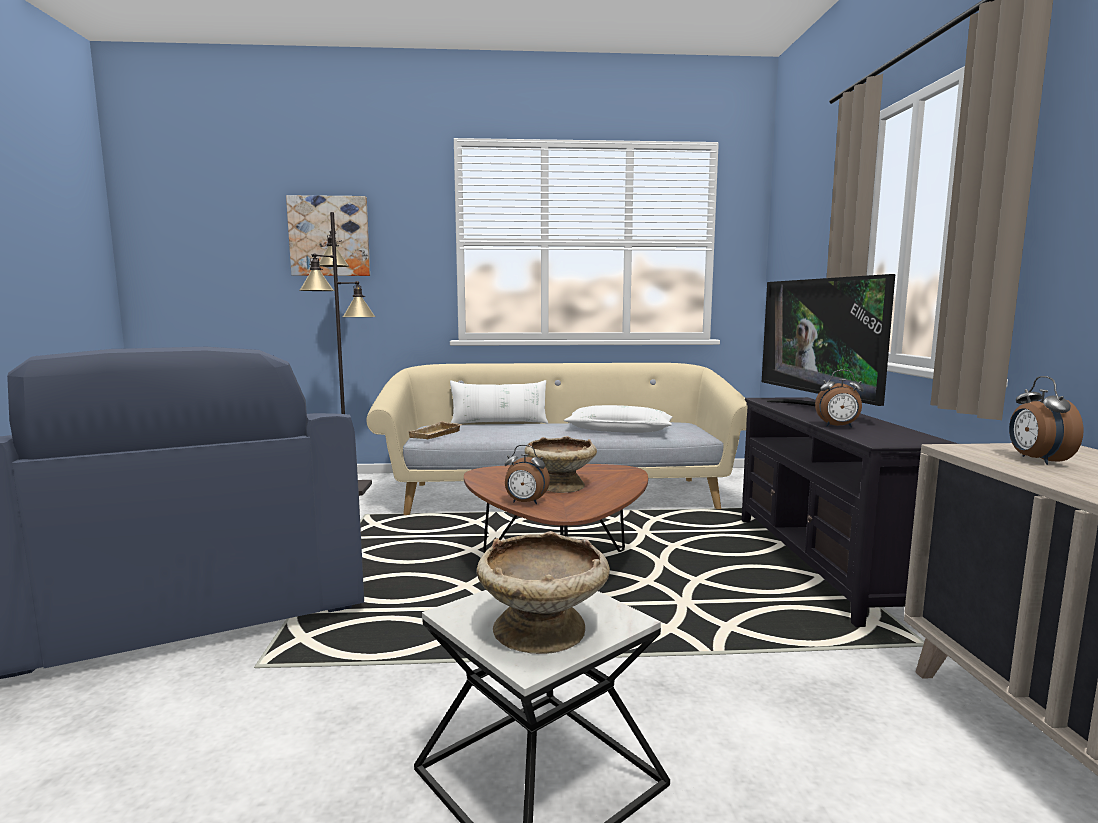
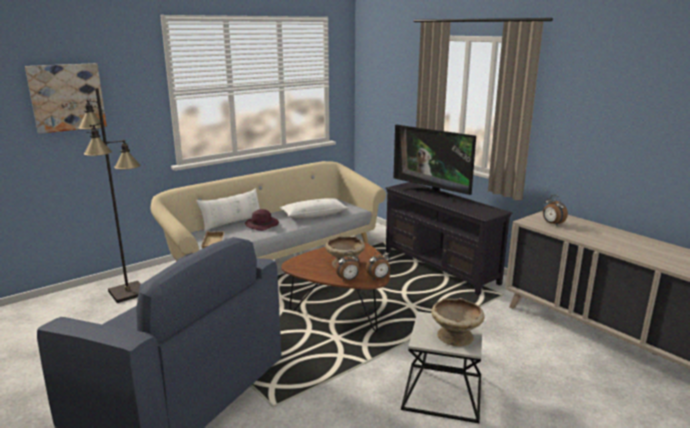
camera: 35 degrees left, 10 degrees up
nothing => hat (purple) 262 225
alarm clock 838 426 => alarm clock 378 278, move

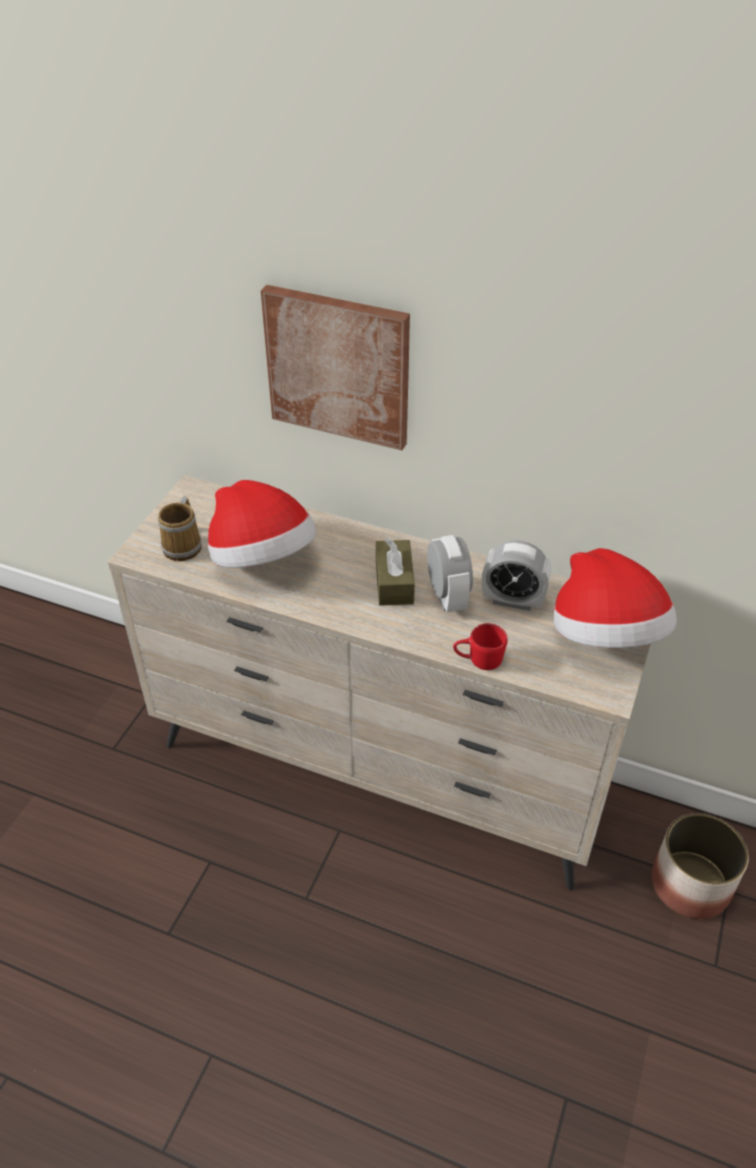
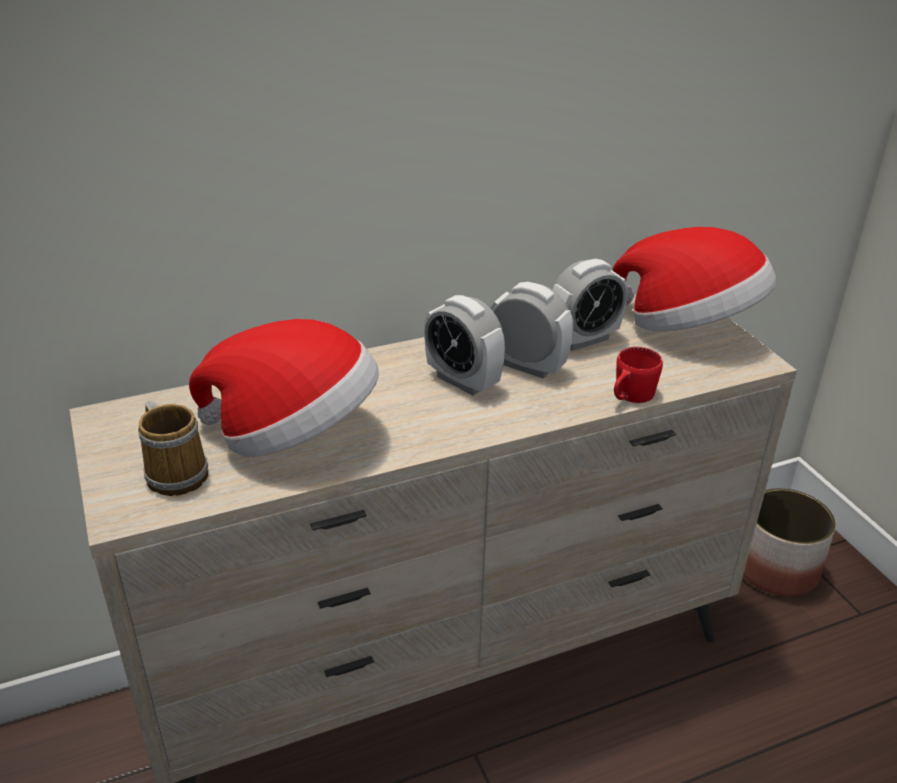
camera: 45 degrees left, 10 degrees down
tissue box (brown) 394 582 => alarm clock 463 381
picture 338 366 => nothing

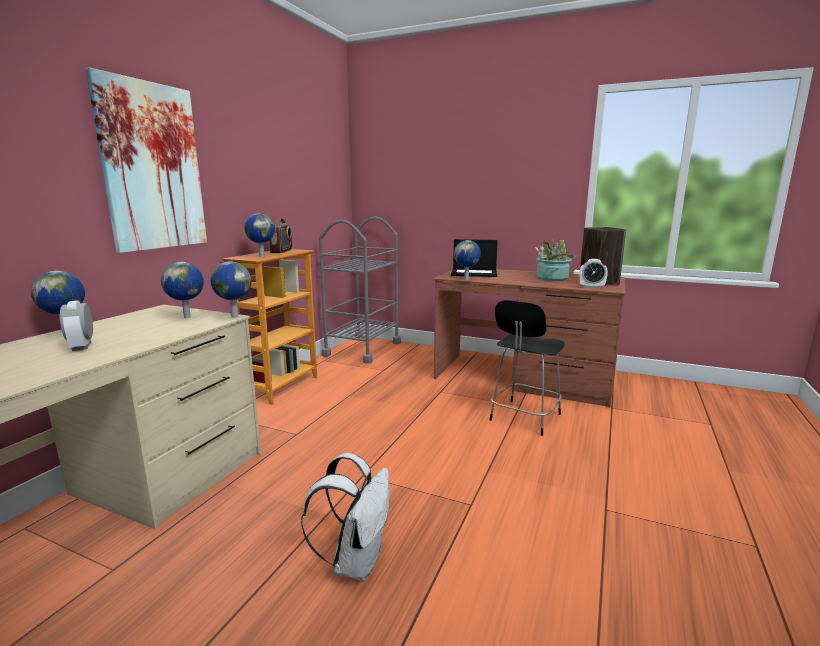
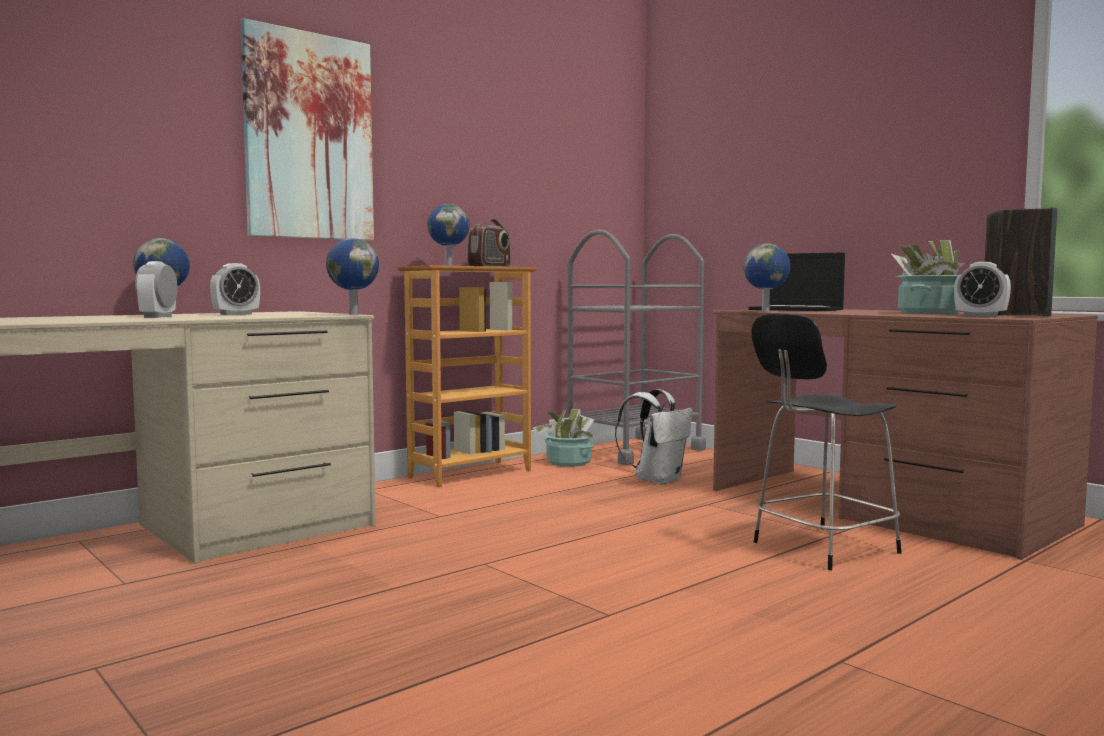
camera: 25 degrees right, 10 degrees down
nothing => alarm clock 236 314
nothing => potted plant 568 462
backpack (white) 356 560 => backpack (white) 657 480, move
globe 188 317 => nothing

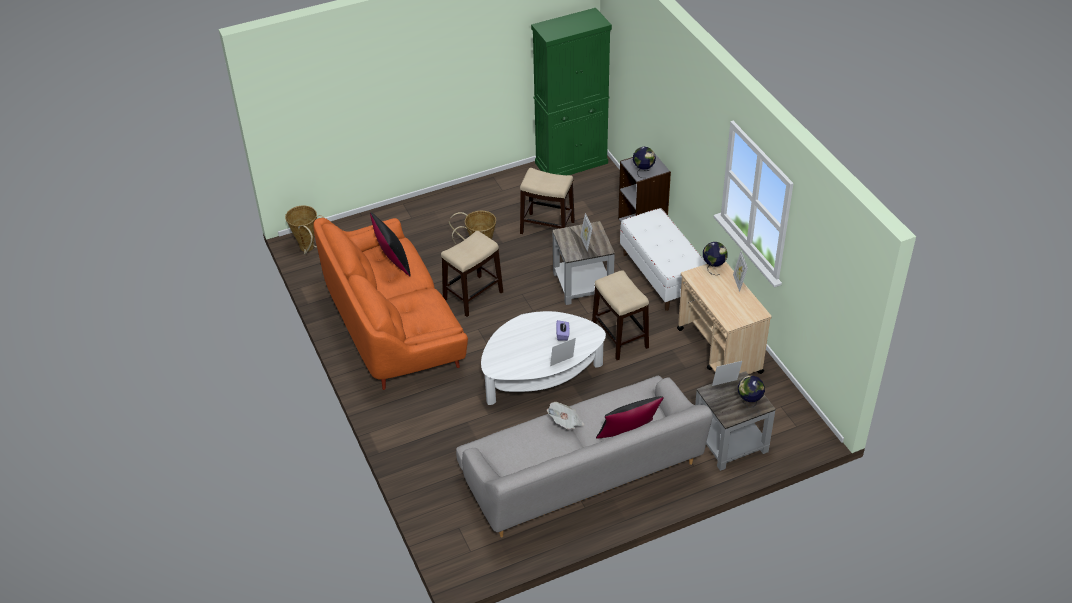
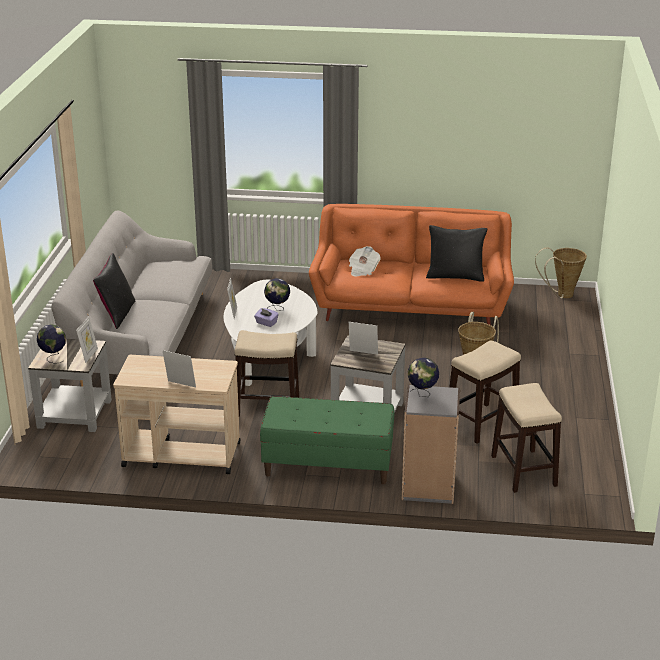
camera: 120 degrees right, 15 degrees down
bench (white) 662 276 => bench (green) 327 465
globe 713 268 => globe 277 309, move
newspaper 565 422 => newspaper 363 270, move
stool 473 295 => stool 524 471, move
cabinet (green) 571 163 => nothing

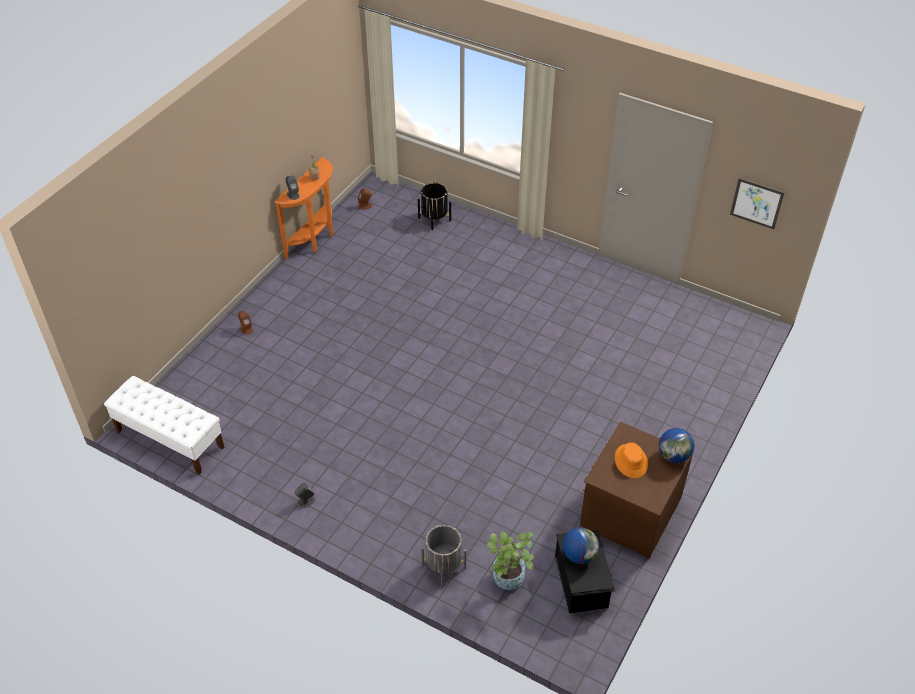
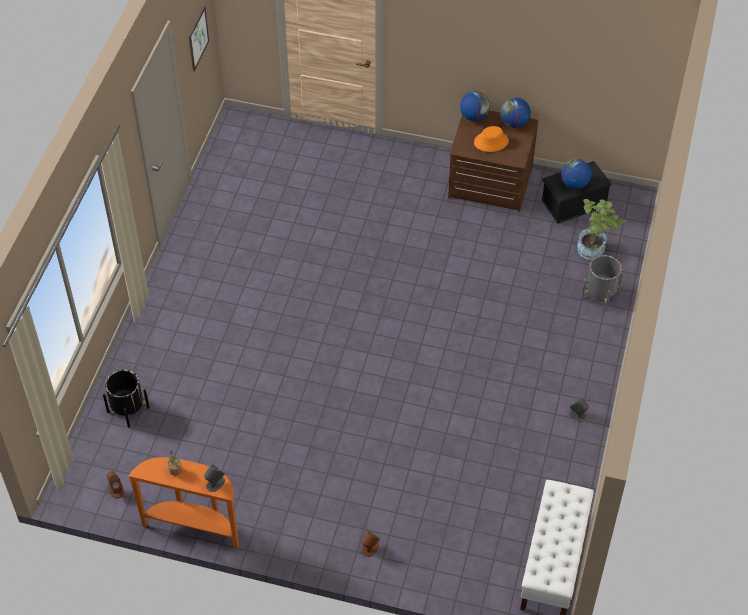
camera: 105 degrees left, 5 degrees up
nothing => globe 514 123

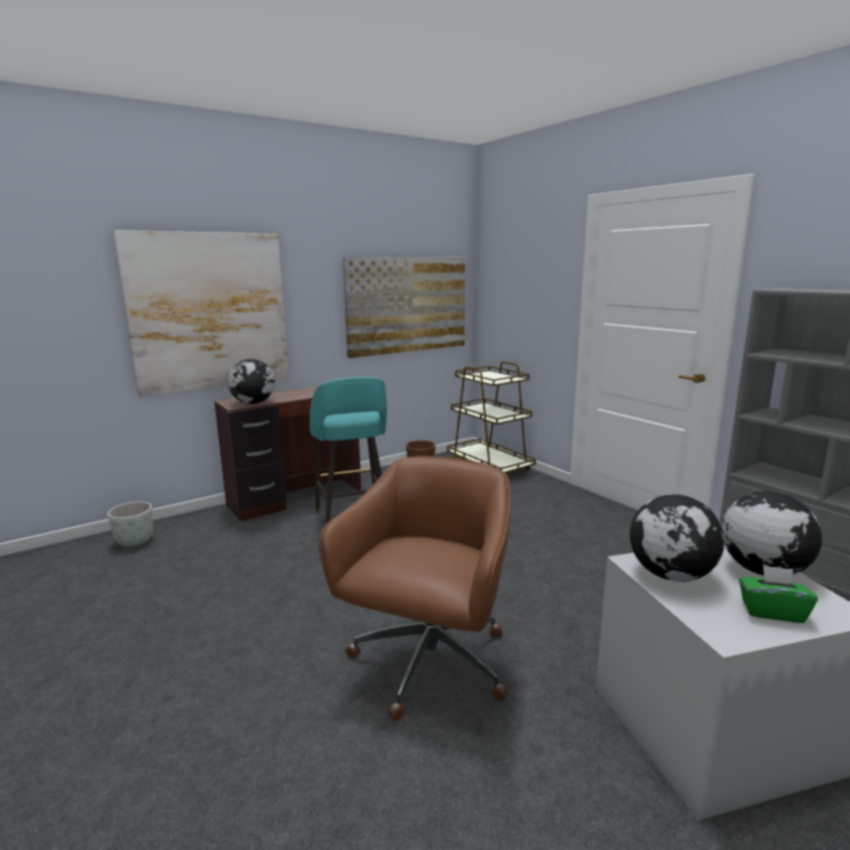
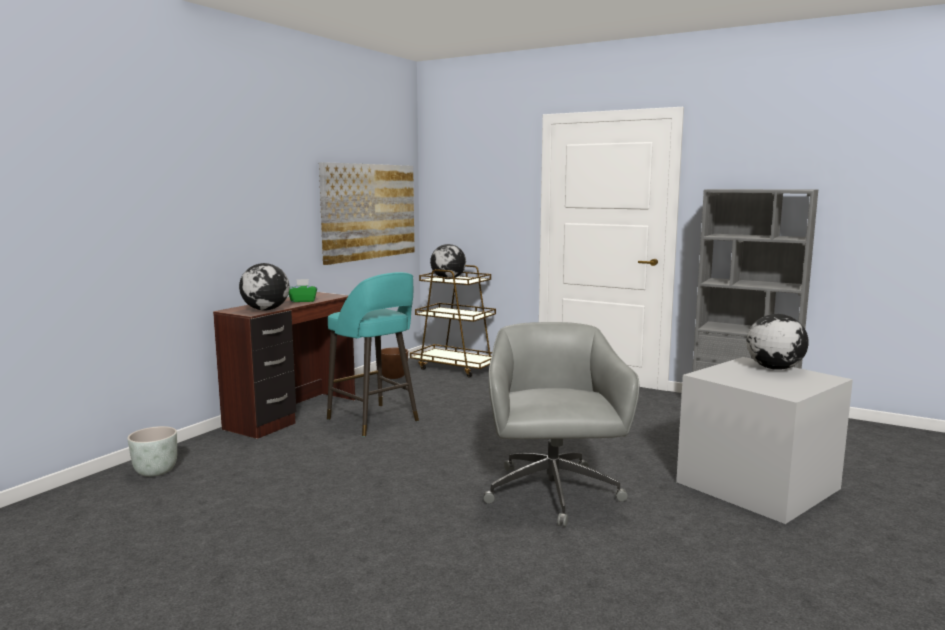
camera: 25 degrees left, 5 degrees down
tissue box (green) 772 611 => tissue box (green) 303 301, move
globe 672 575 => globe 448 279, move
office chair (brown) 428 664 => office chair (grey) 552 494
picture 209 311 => nothing

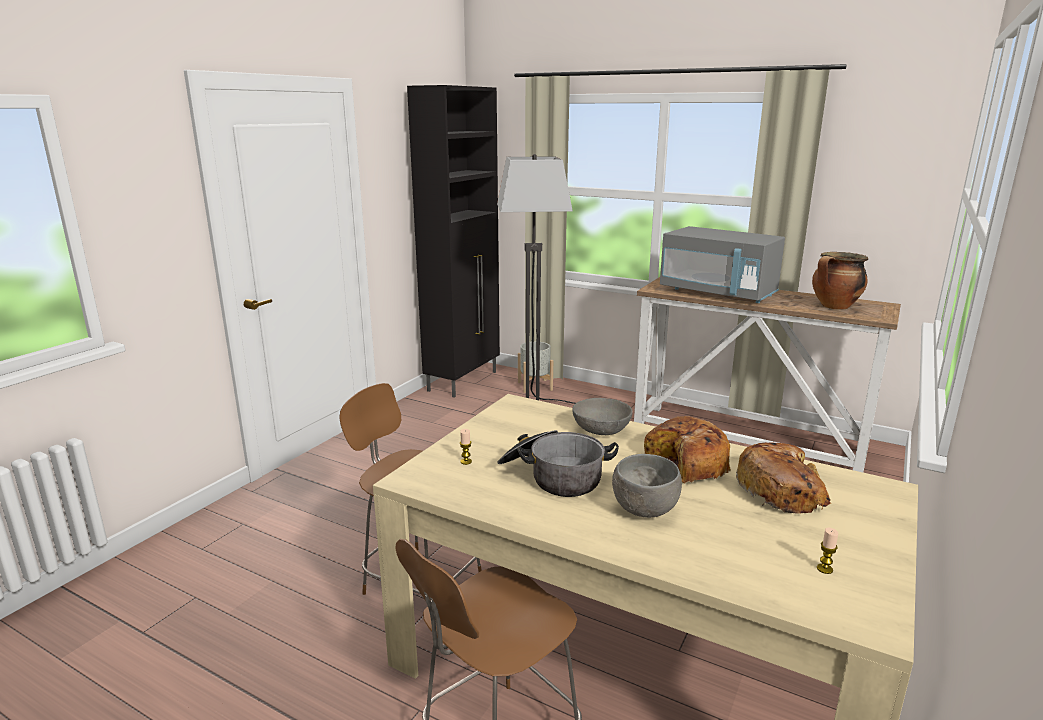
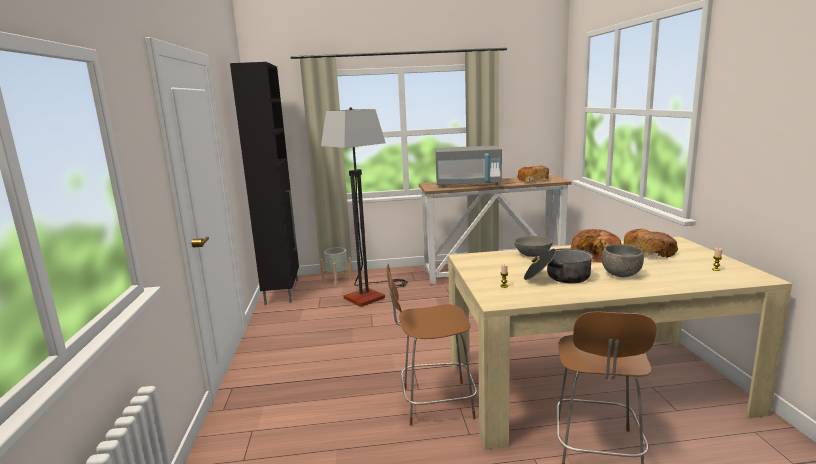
camera: 35 degrees left, 5 degrees down
cooking pot 834 307 => bread 532 180

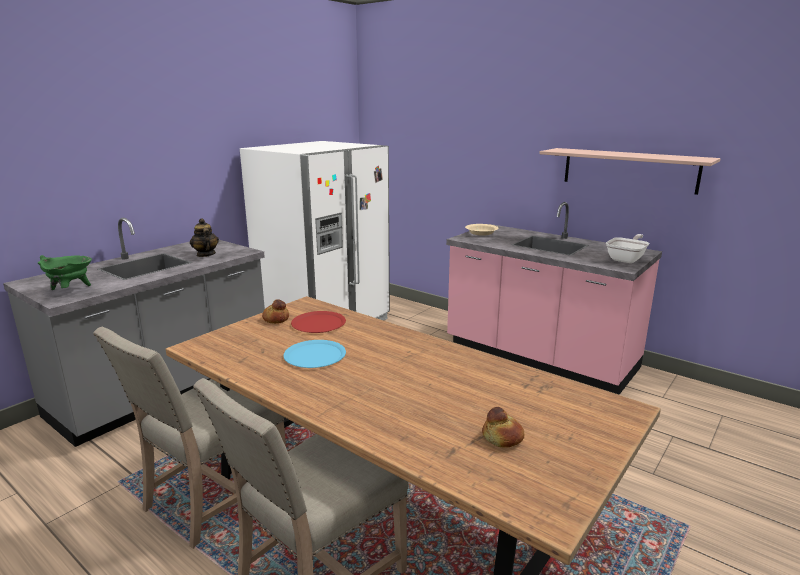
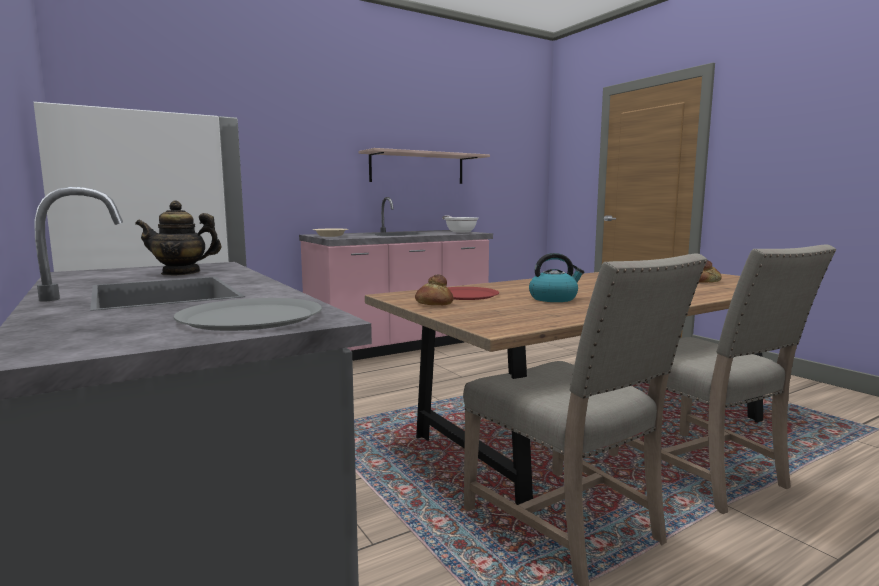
camera: 70 degrees left, 10 degrees down
cooking pot (green) 70 290 => plate (grey) 251 317
plate (blue) 315 355 => kettle 554 298

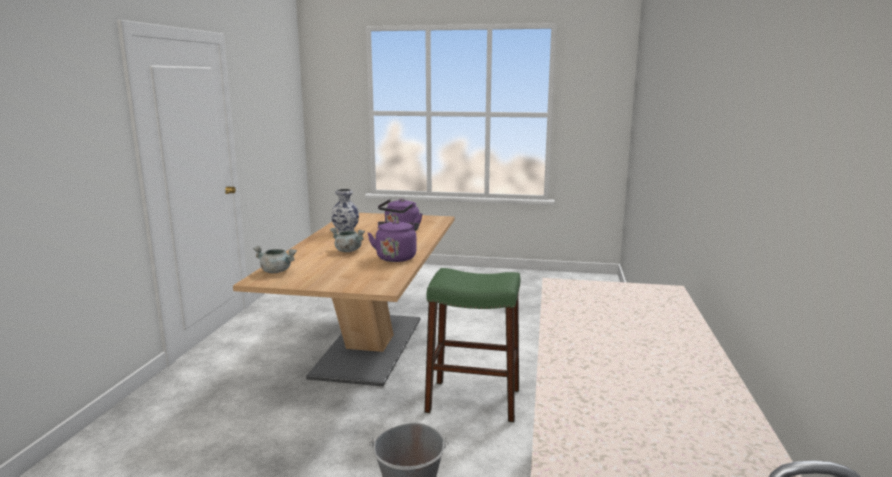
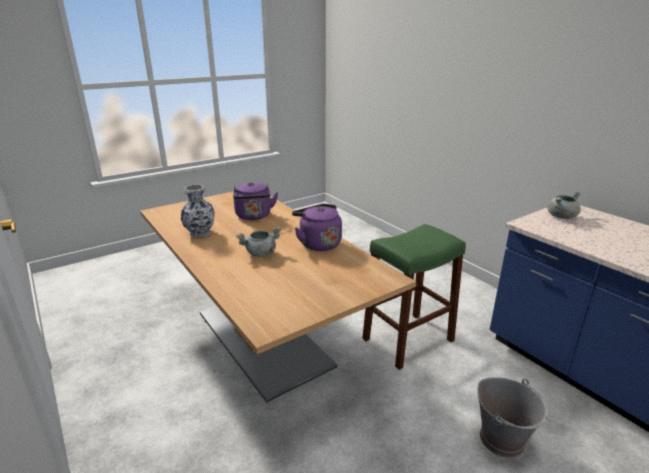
camera: 45 degrees left, 10 degrees up
cooking pot (grey) 277 271 => cooking pot (grey) 561 216, move

